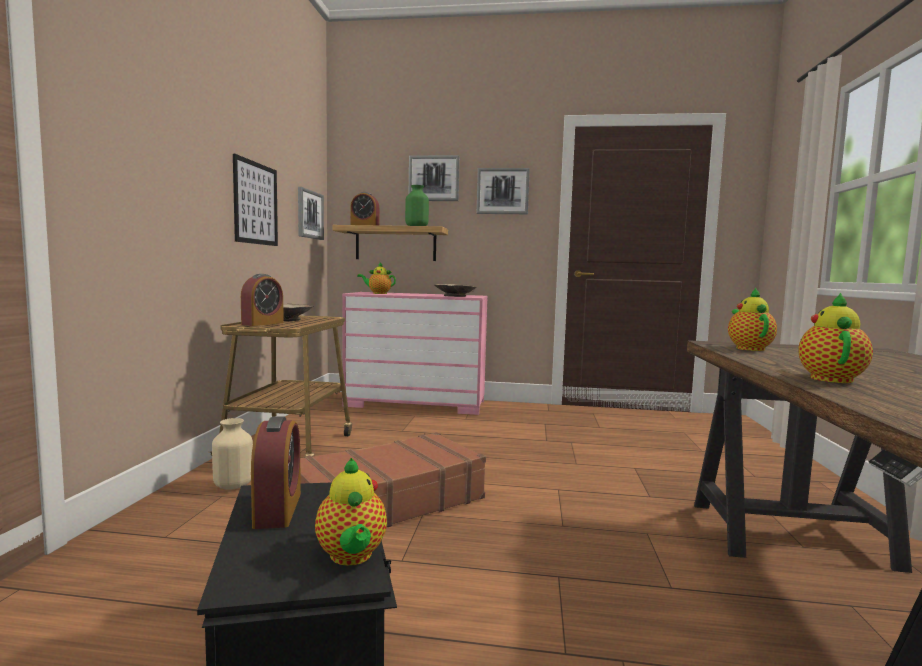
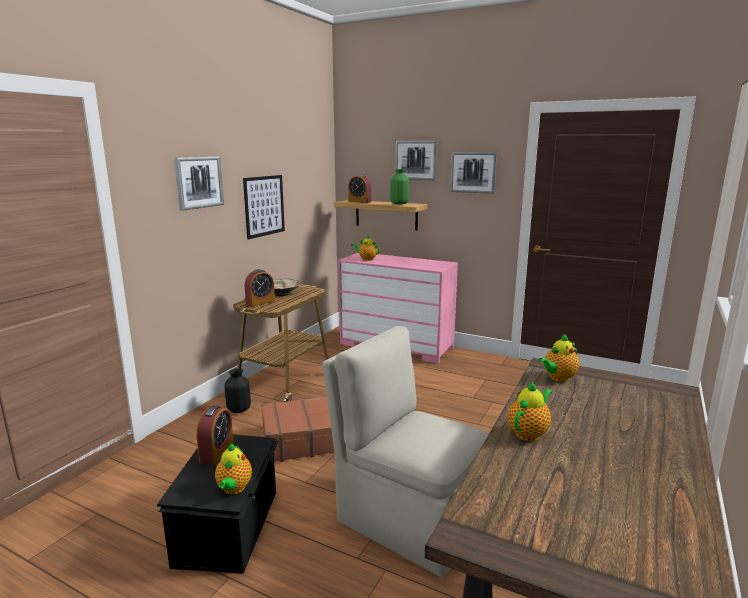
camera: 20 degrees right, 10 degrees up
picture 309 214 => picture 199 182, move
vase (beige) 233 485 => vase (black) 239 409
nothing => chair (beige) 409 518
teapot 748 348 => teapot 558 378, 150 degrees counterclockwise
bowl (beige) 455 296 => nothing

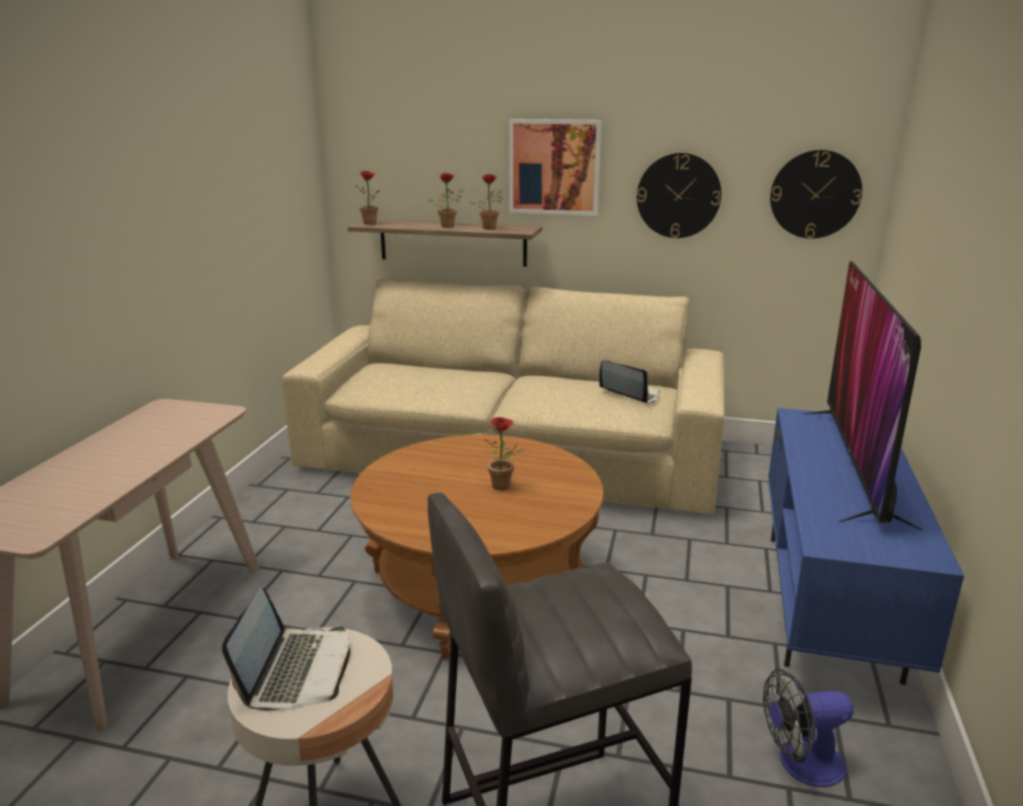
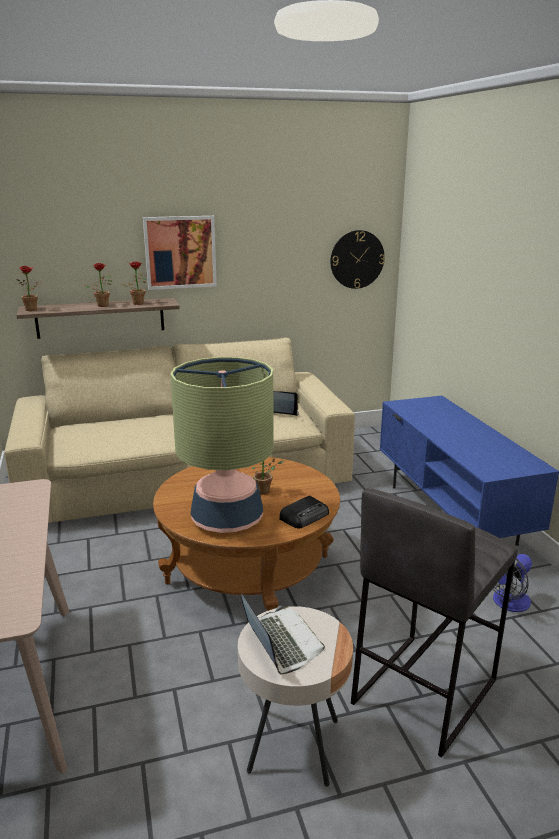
camera: 30 degrees left, 0 degrees up
nothing => table lamp 227 520
nothing => radio 305 516
wall clock 678 195 => nothing
television 855 463 => nothing

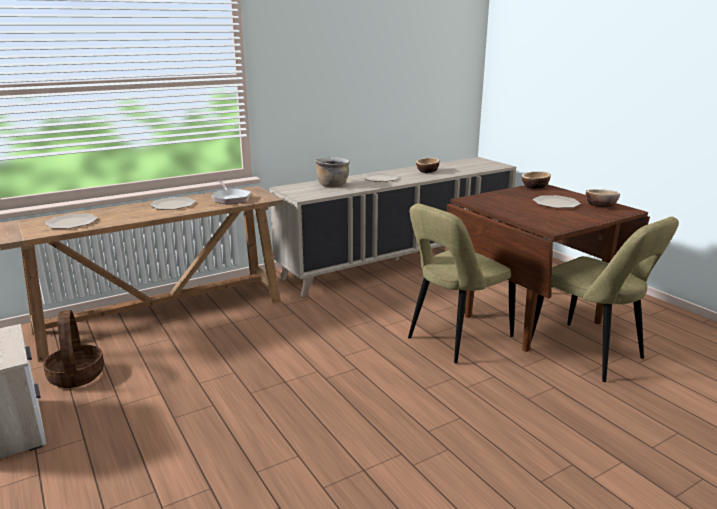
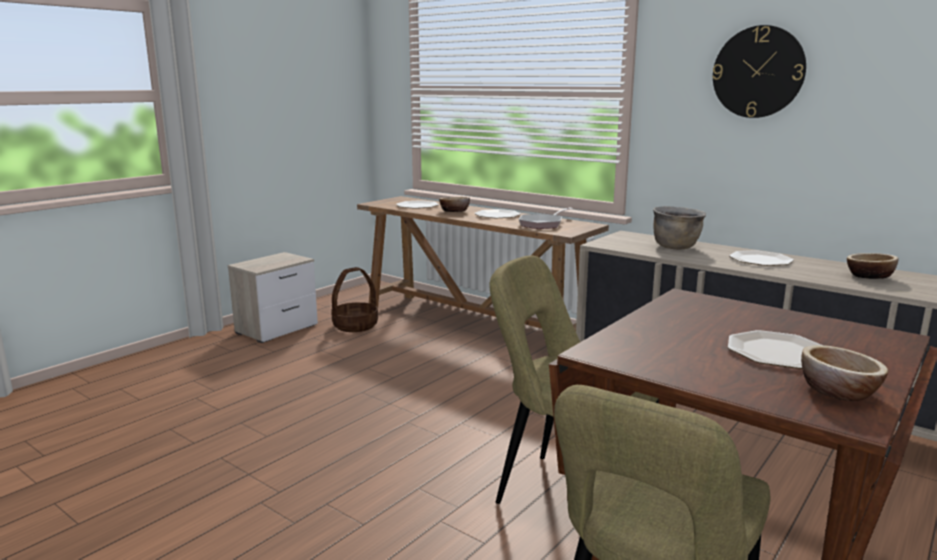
camera: 70 degrees right, 5 degrees down
bowl 534 187 => bowl 454 211, move
nothing => wall clock 758 72

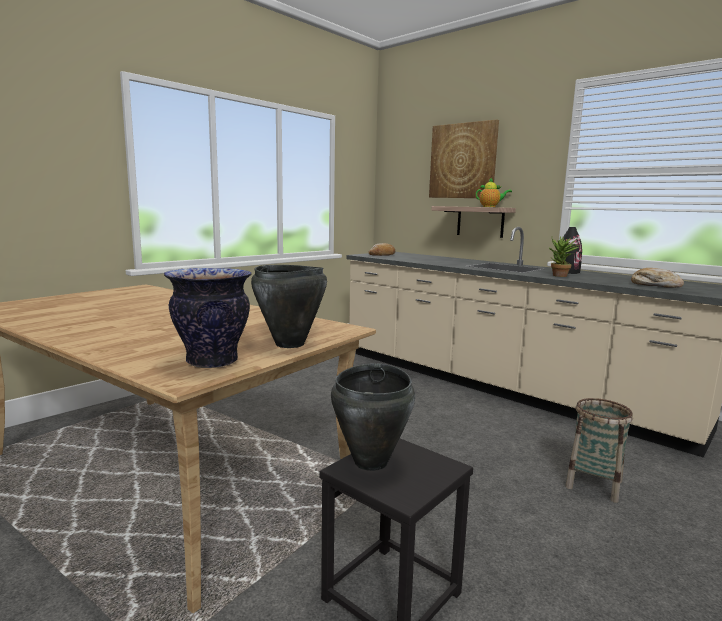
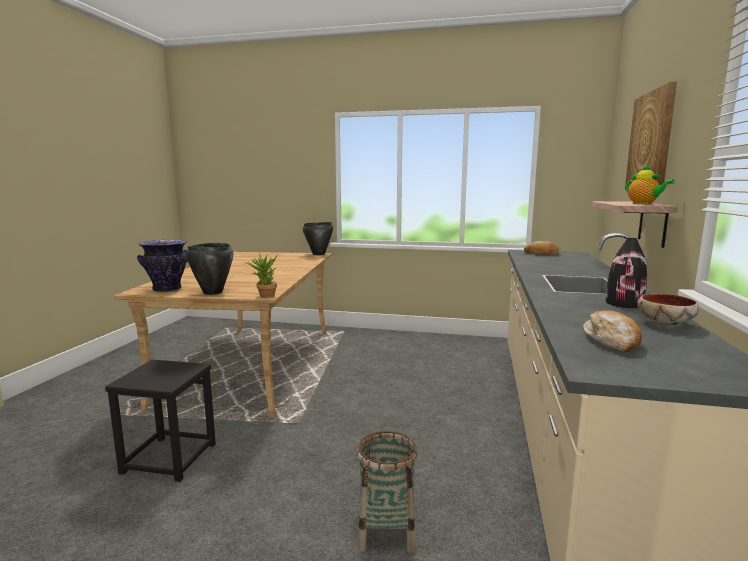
camera: 60 degrees right, 0 degrees up
potted plant 560 276 => potted plant 264 296, move
cooking pot (black) 371 462 => cooking pot (black) 319 254, move
nothing => bowl 664 323

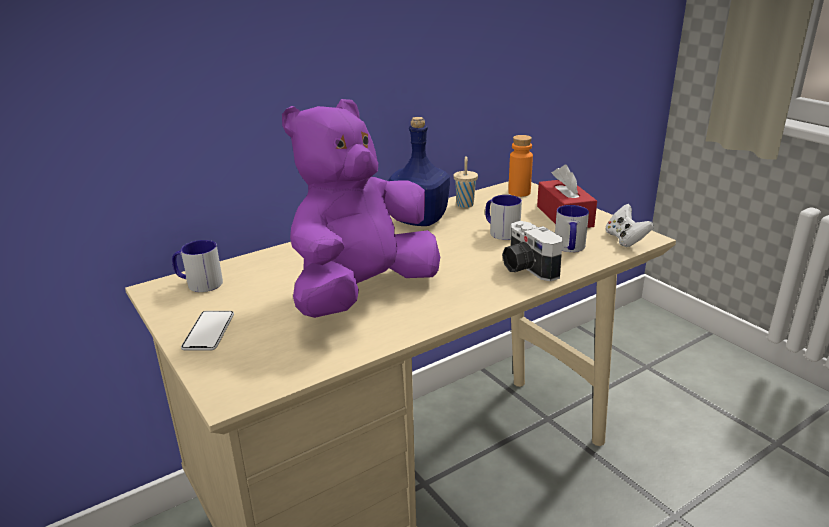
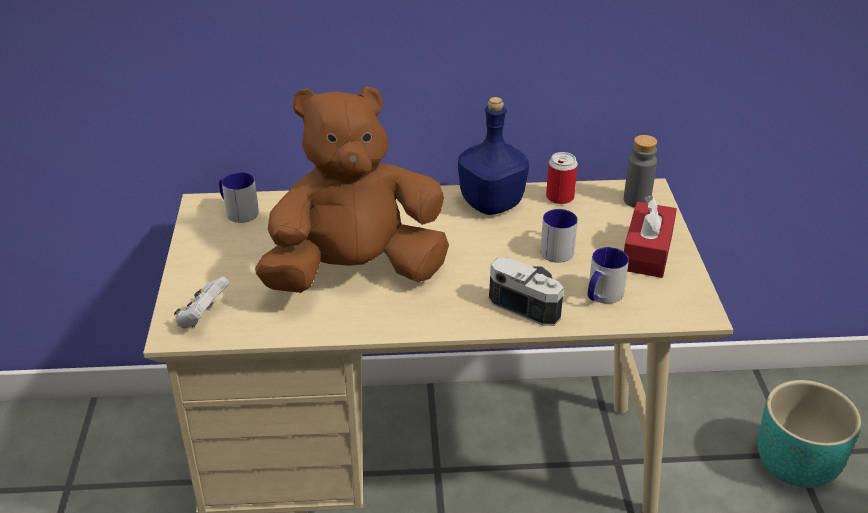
camera: 30 degrees right, 10 degrees up
game controller (white) 625 240 => game controller (white) 203 317, move
plush toy (purple) 362 292 => plush toy (brown) 356 273
photo camera 526 268 => photo camera 529 303, 120 degrees clockwise
cup (beige) 465 204 => can 560 197
bottle (orange) 519 192 => bottle (grey) 636 200
nothing => planter (turquoise) 797 465
phone 209 331 => nothing

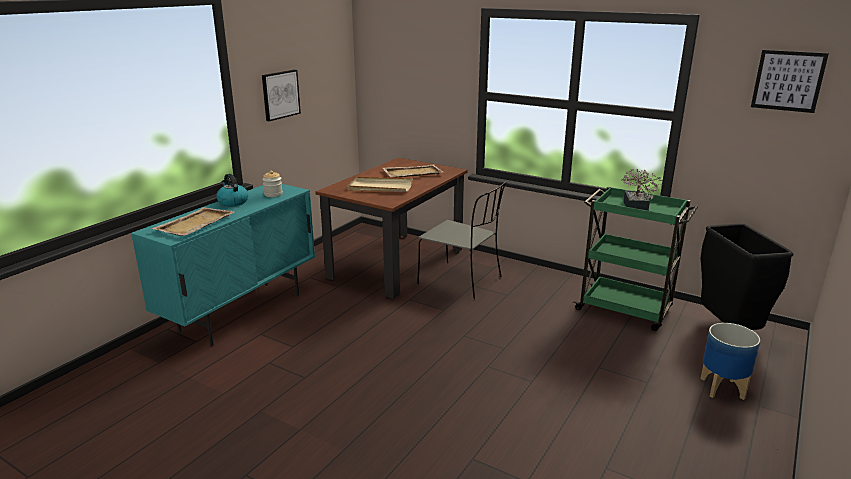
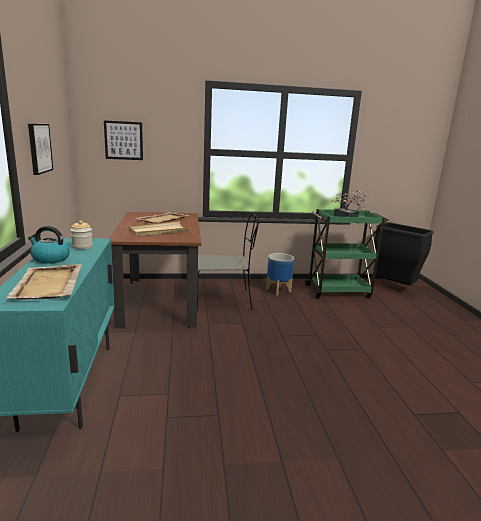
camera: 40 degrees left, 5 degrees down
picture 788 81 => picture 123 140, move
planter 723 388 => planter 278 290, move

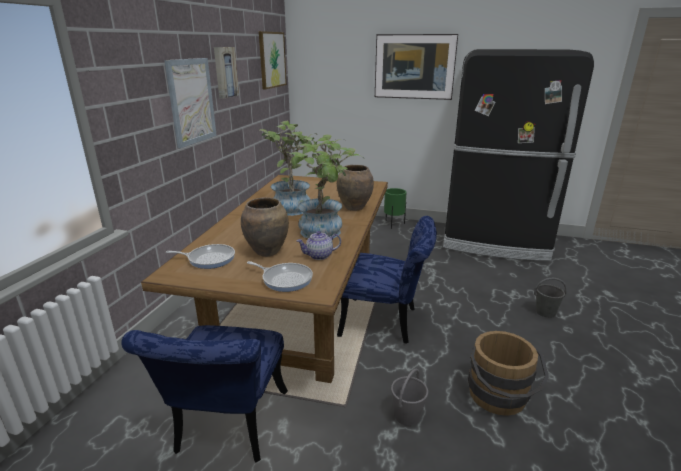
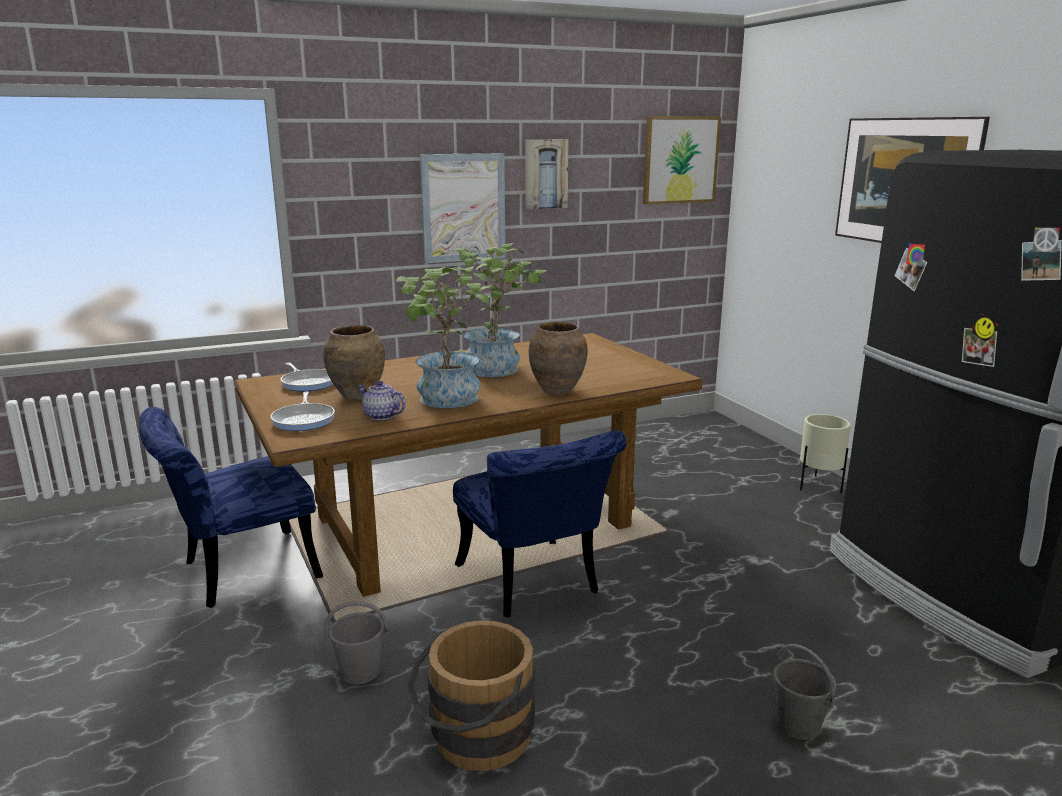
camera: 50 degrees right, 5 degrees down
planter (green) 393 224 => planter (beige) 818 486

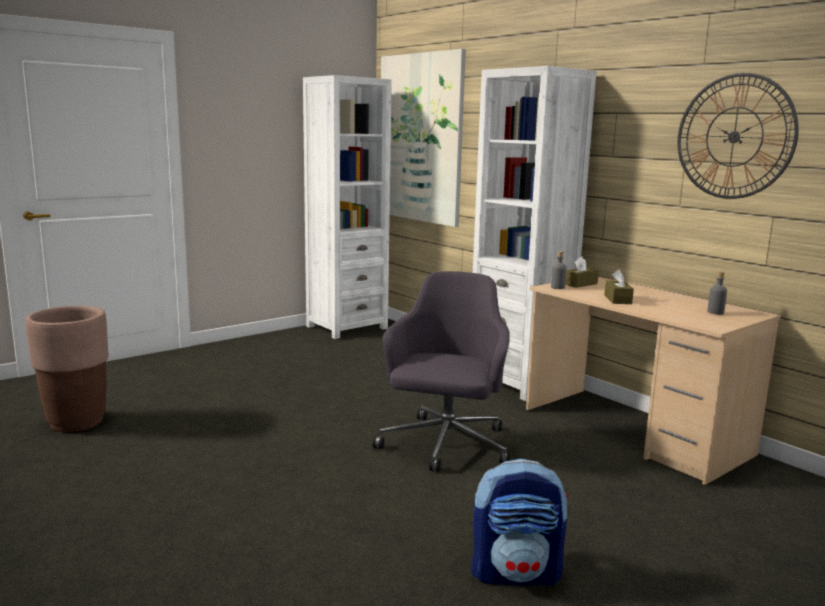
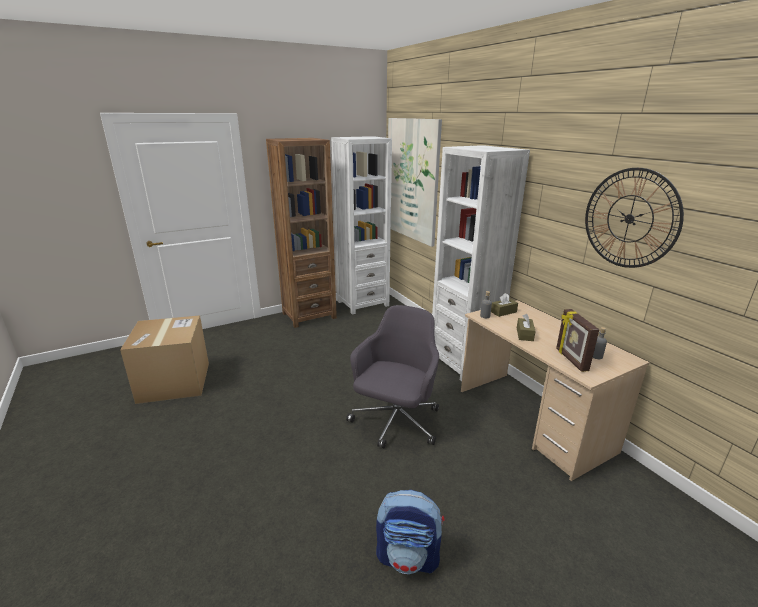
camera: 10 degrees right, 10 degrees up
planter (brown) 77 422 => cardboard box 174 382
nothing => bookcase (brown) 309 315
nothing => picture frame 571 360

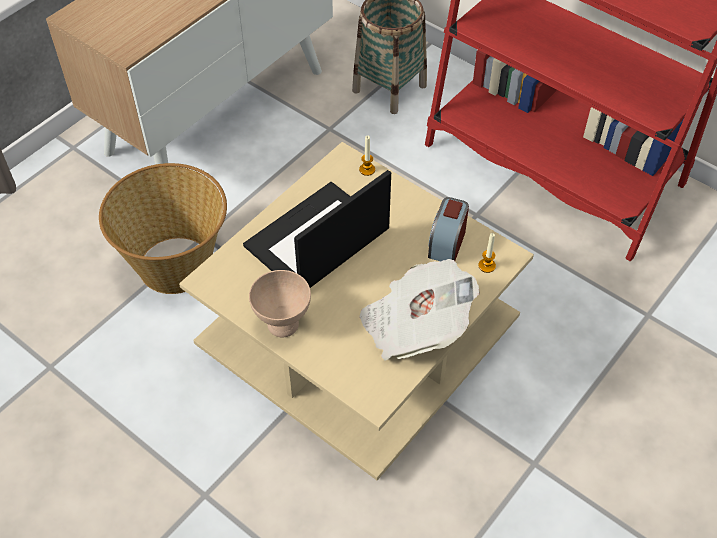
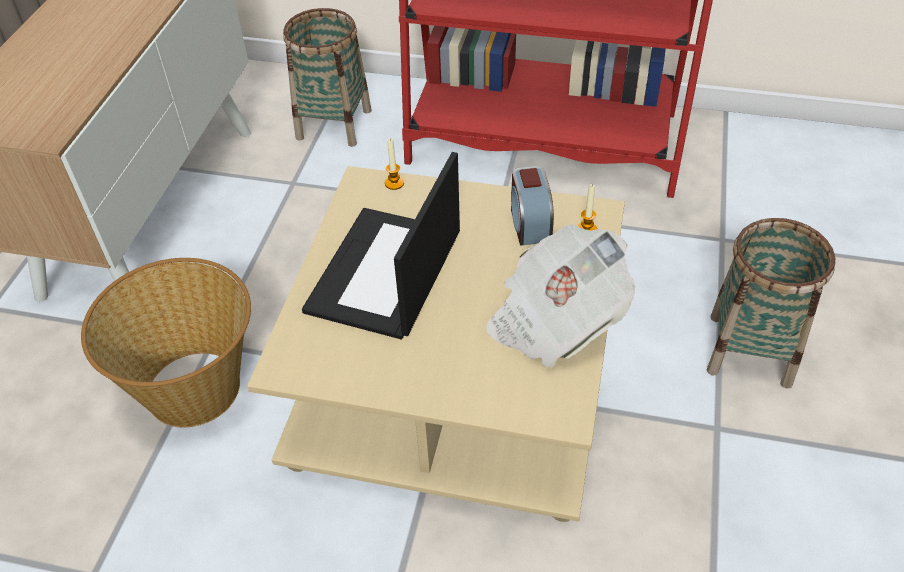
camera: 25 degrees left, 5 degrees down
nothing => basket 750 349
bowl (beige) 284 325 => nothing

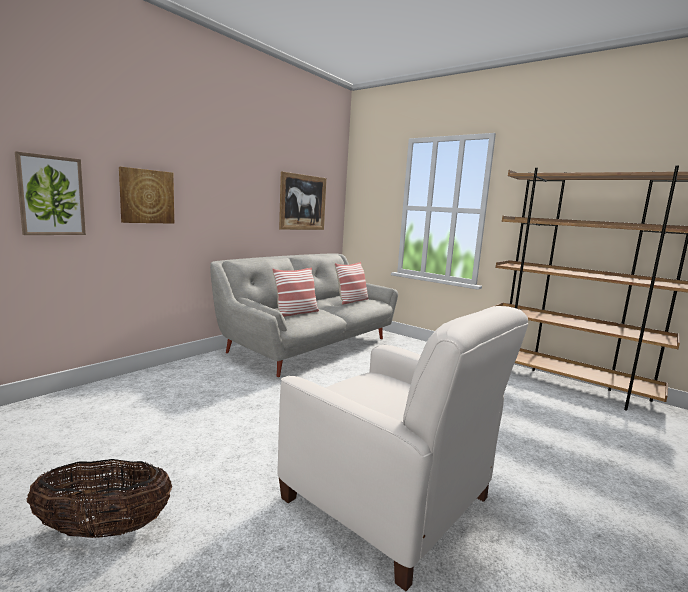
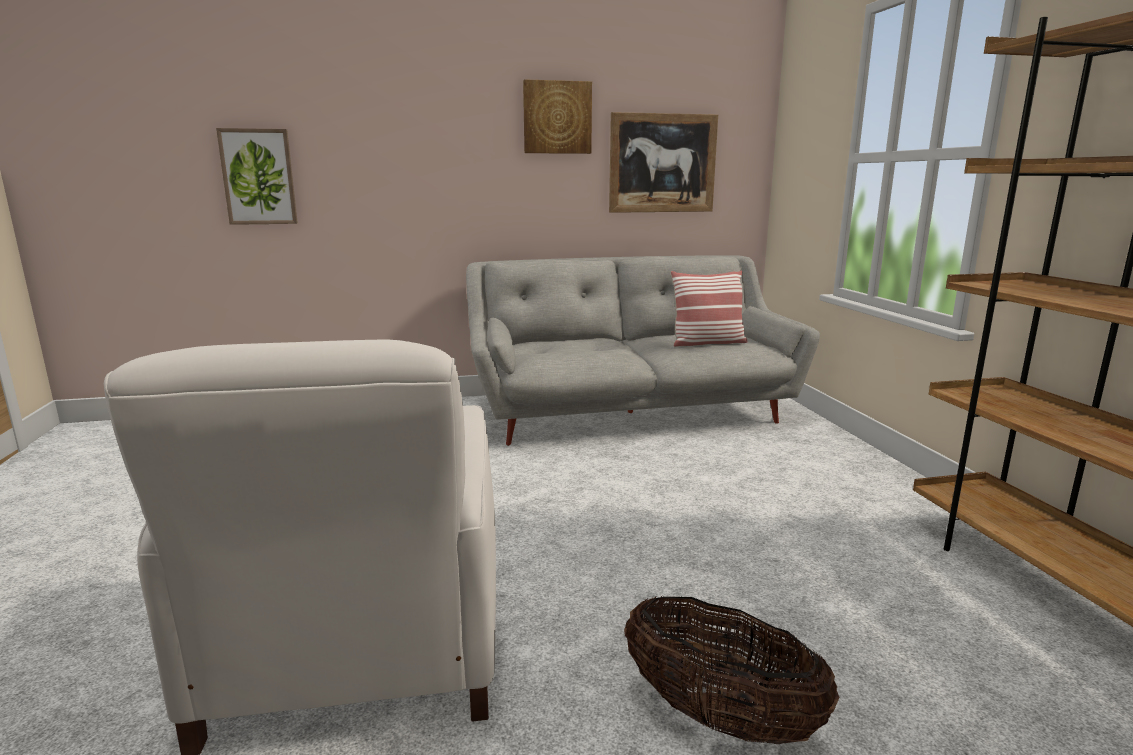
camera: 40 degrees right, 5 degrees up
picture 146 196 => picture 557 117, move
basket 104 529 => basket 719 717, move
pillow 296 313 => nothing

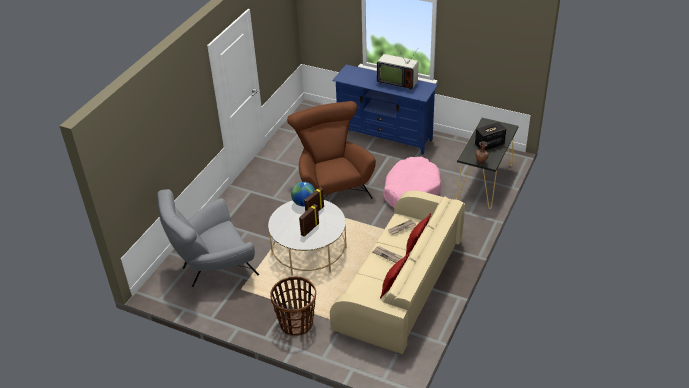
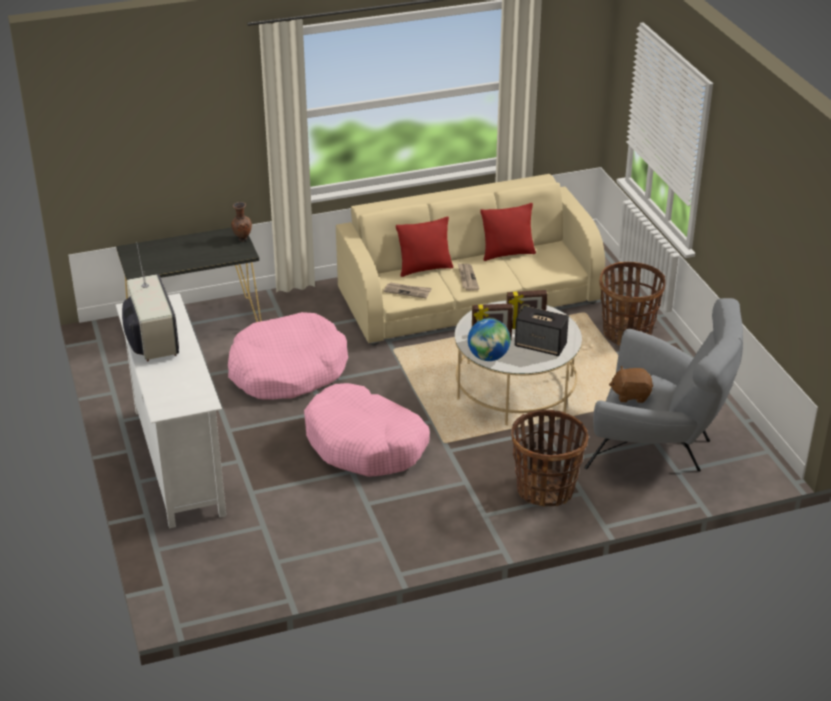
camera: 135 degrees left, 5 degrees down
tv stand (blue) 385 136 => tv stand (white) 177 461
armchair (brown) 332 185 => dog bed (pink) 365 444
nothing => basket 545 490
speaker 489 144 => speaker 541 346, move
nothing => plush toy (brown) 631 395

